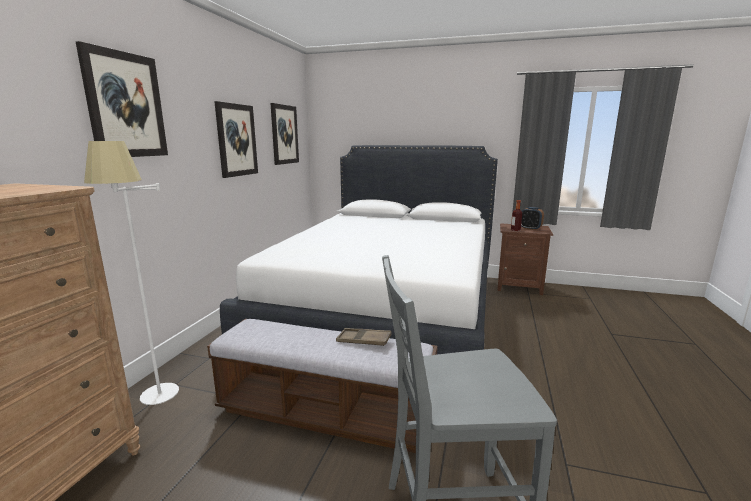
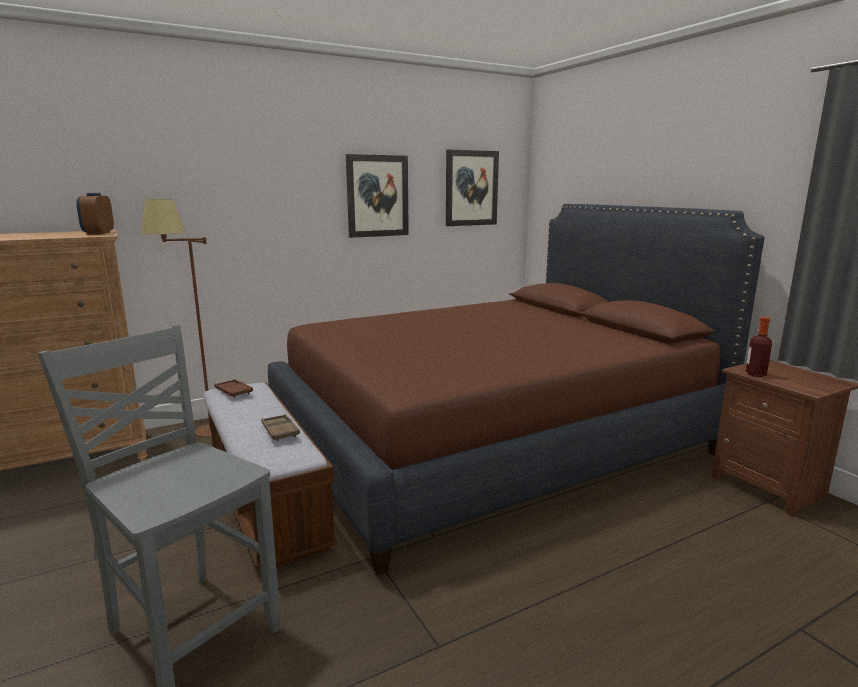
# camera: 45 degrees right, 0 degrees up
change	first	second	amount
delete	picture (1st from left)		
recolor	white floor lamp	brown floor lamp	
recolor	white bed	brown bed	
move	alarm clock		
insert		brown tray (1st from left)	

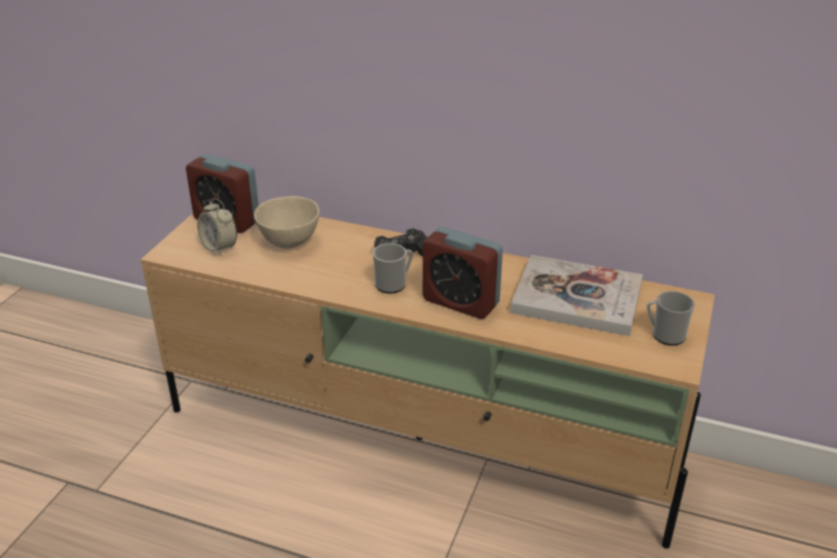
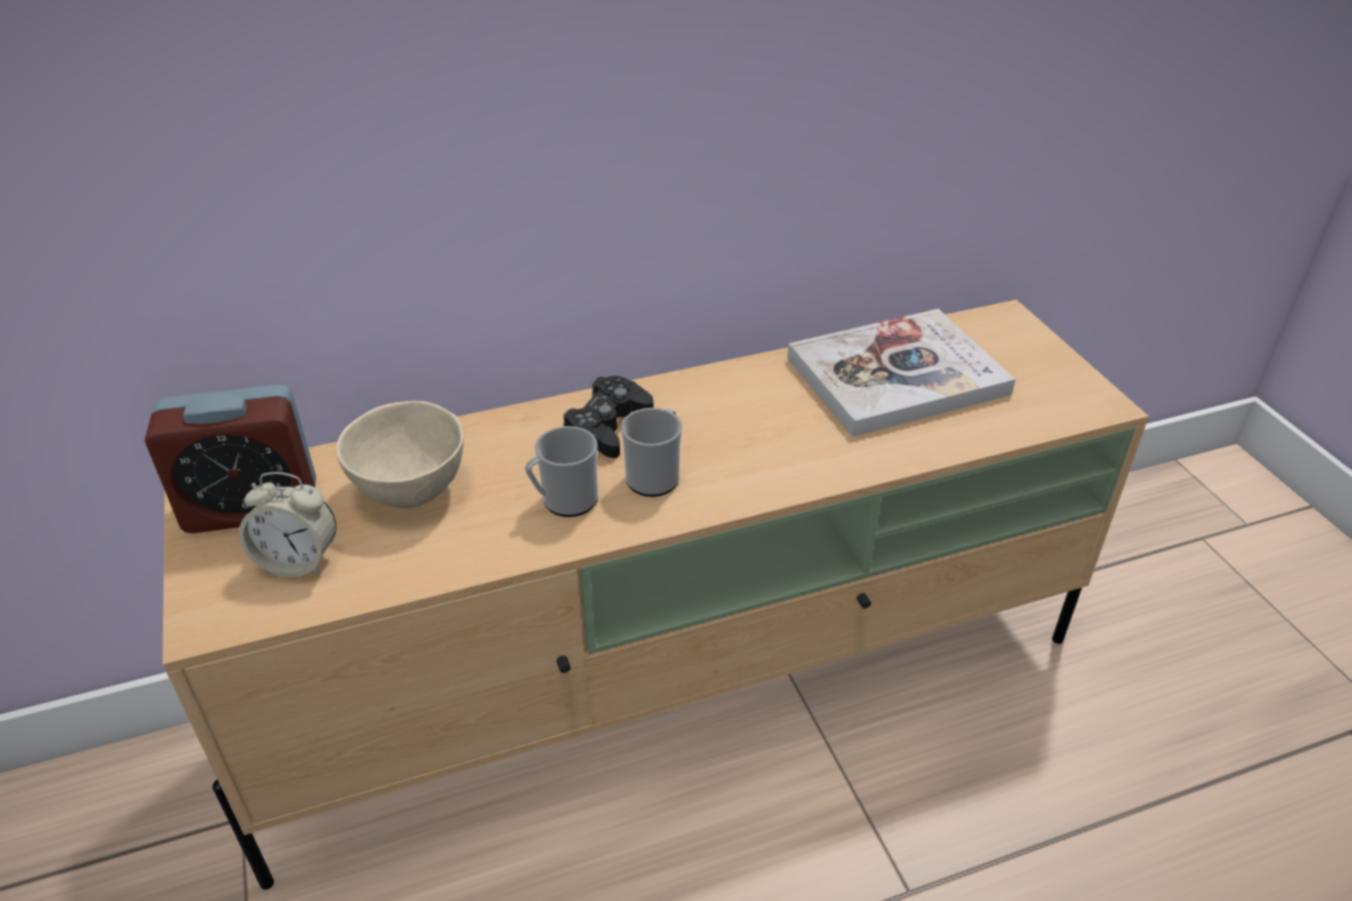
# camera: 40 degrees left, 5 degrees up
change	first	second	amount
delete	alarm clock (3rd from left)		
move	mug (2nd from left in the first image)	mug (1st from left)	

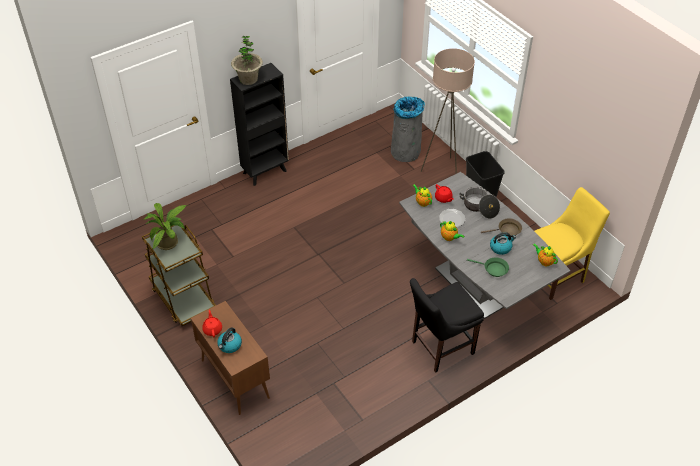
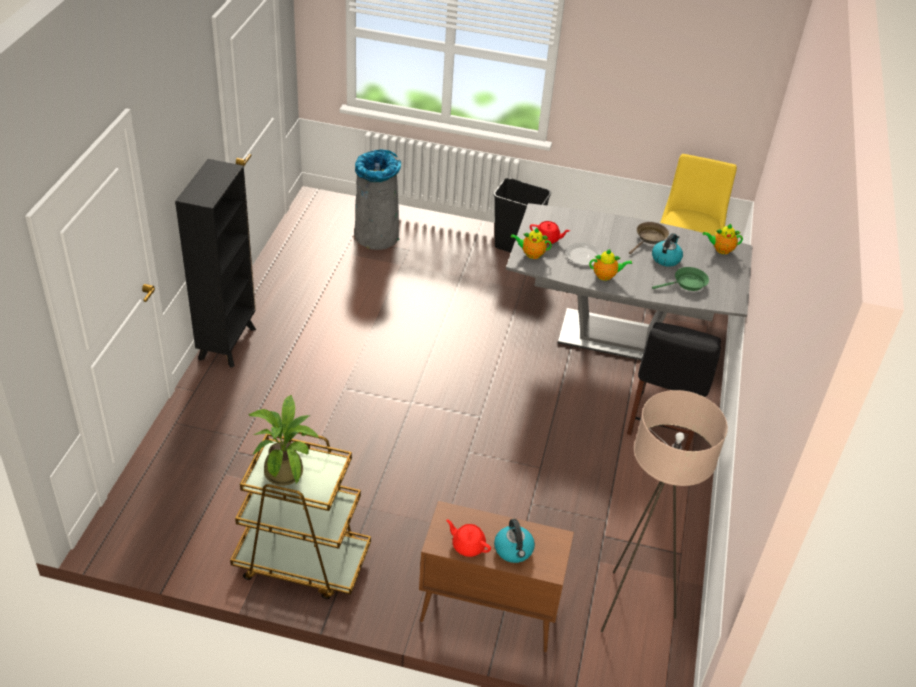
# camera: 45 degrees left, 5 degrees down
change	first	second	amount
delete	potted plant (2nd from left)		
move	beige floor lamp		
delete	cooking pot		

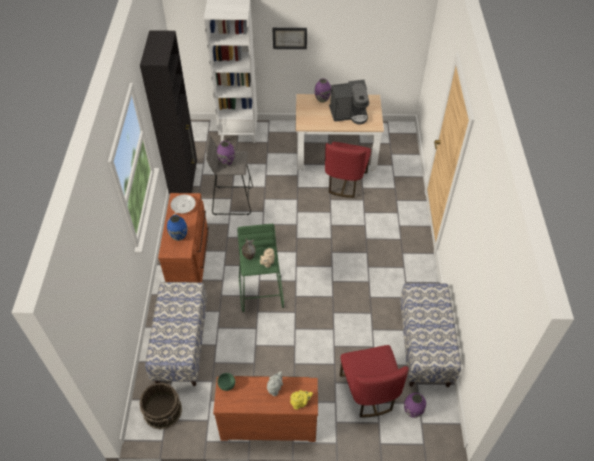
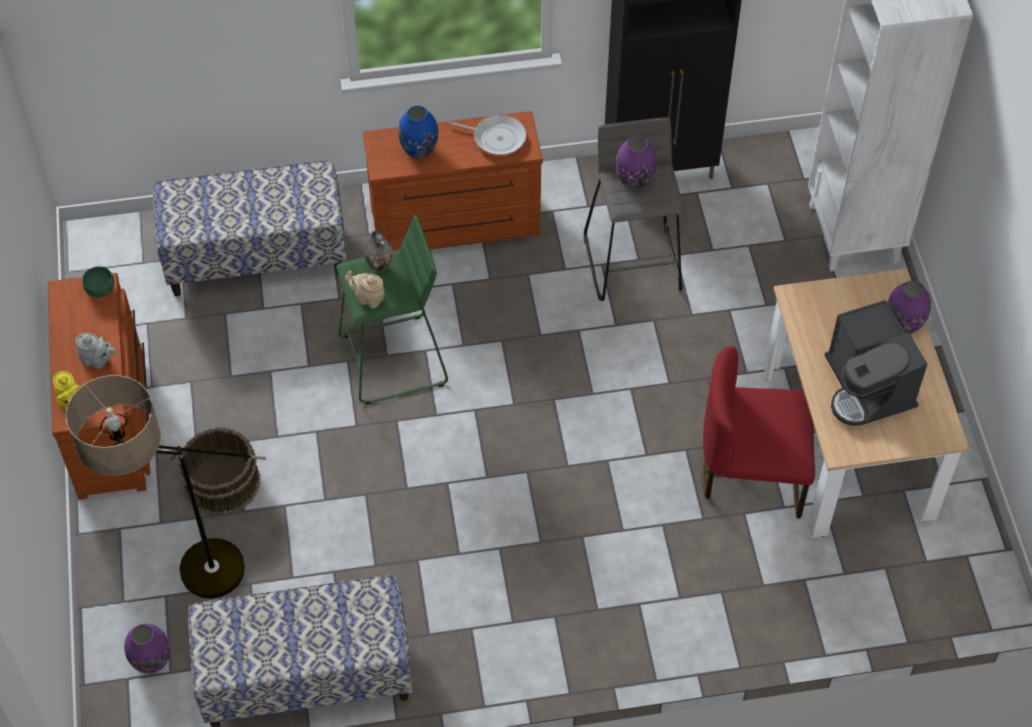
# camera: 80 degrees right, 5 degrees up
change	first	second	amount
delete	picture		
replace	red chair (2nd from left)	floor lamp	
move	brown bucket		

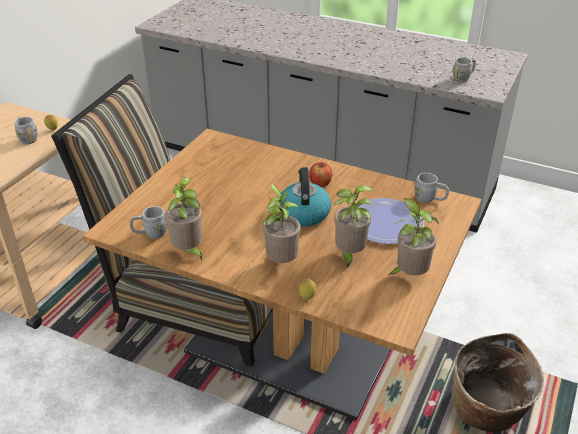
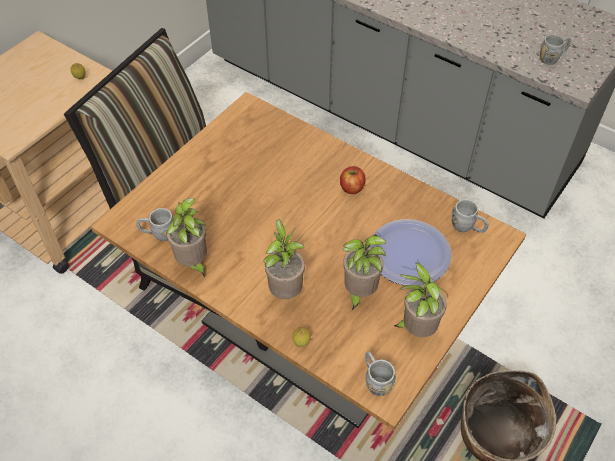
# camera: 10 degrees right, 15 degrees up
change	first	second	amount
move	grey mug (1st from left in the first image)	grey mug (2nd from left)	
delete	kettle		

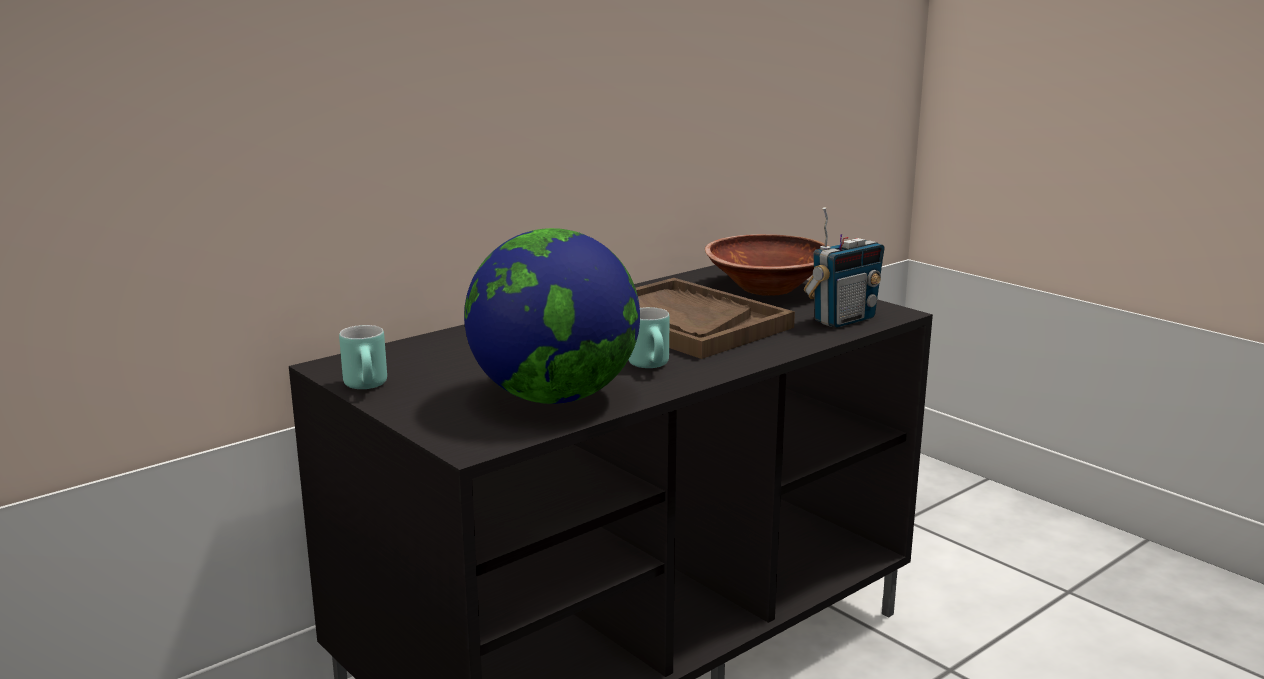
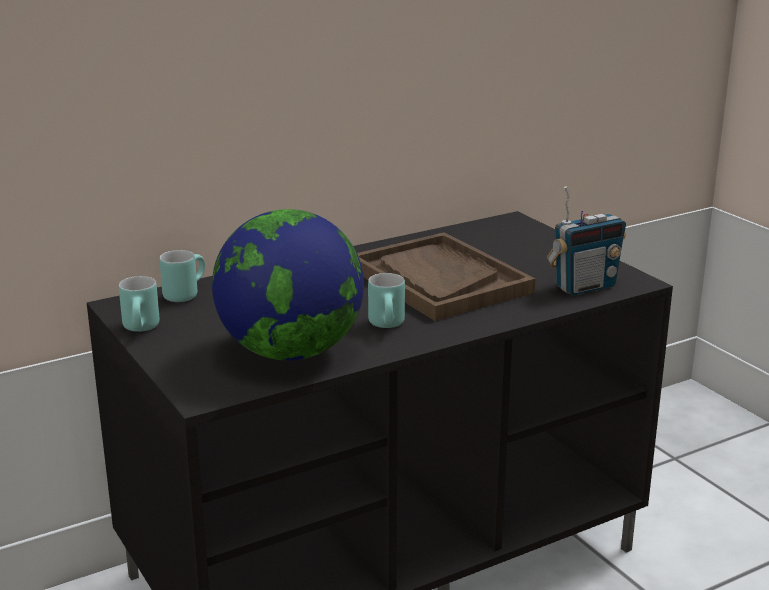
# camera: 10 degrees right, 5 degrees up
change	first	second	amount
delete	brown bowl		
insert		turquoise mug (2nd from left)	

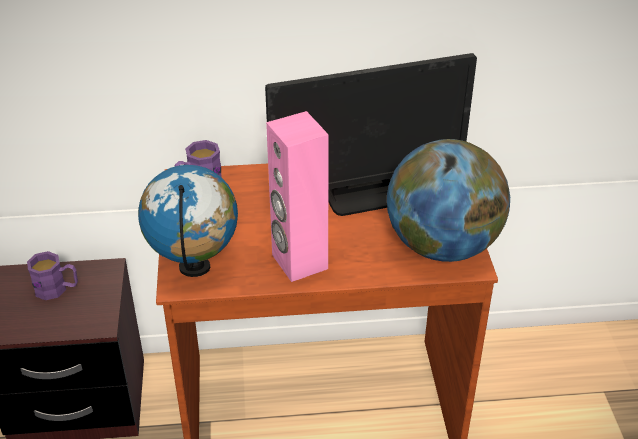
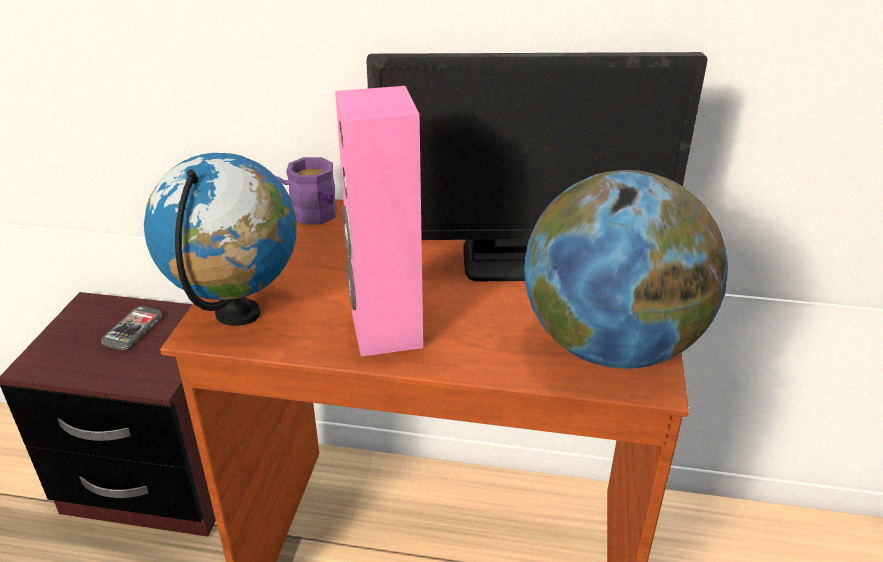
# camera: 15 degrees right, 5 degrees down
change	first	second	amount
replace	purple mug (1st from left)	phone	

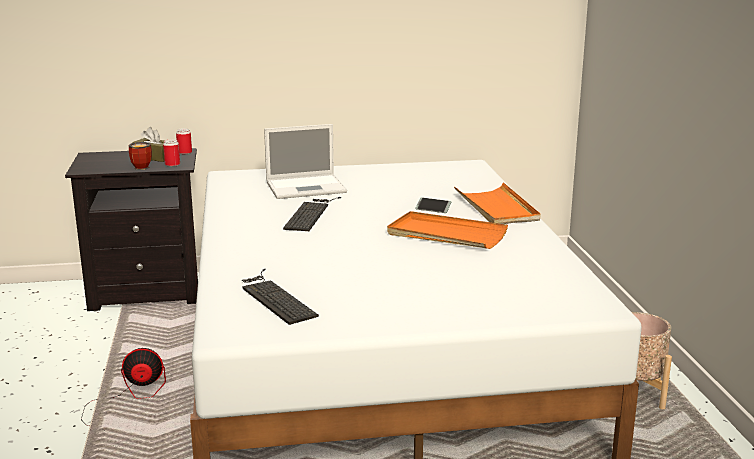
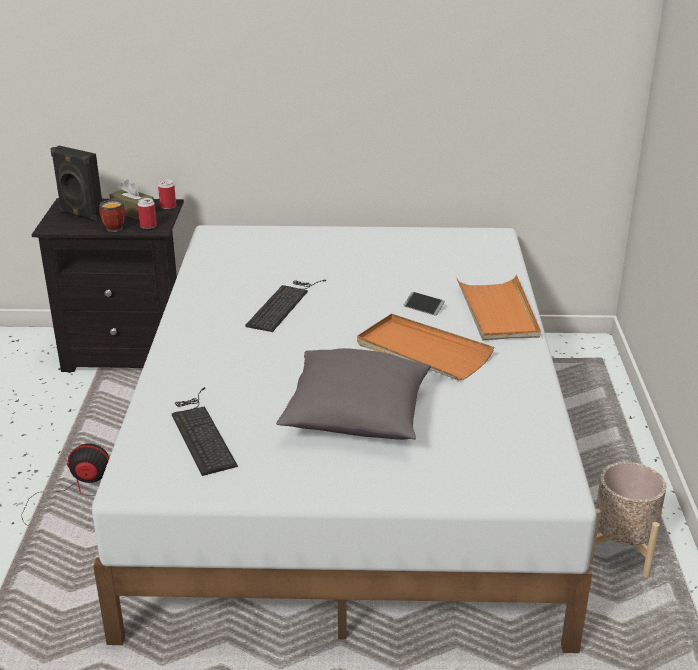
# camera: 10 degrees right, 10 degrees up
change	first	second	amount
delete	laptop		
insert		black speaker	
insert		grey pillow	

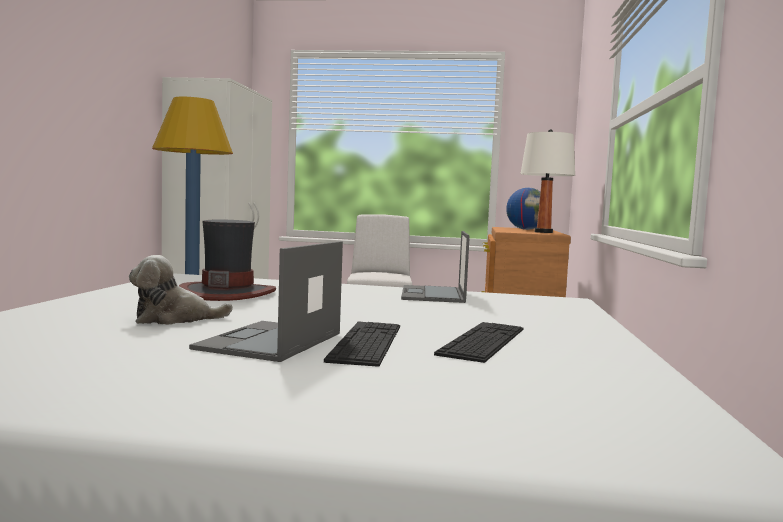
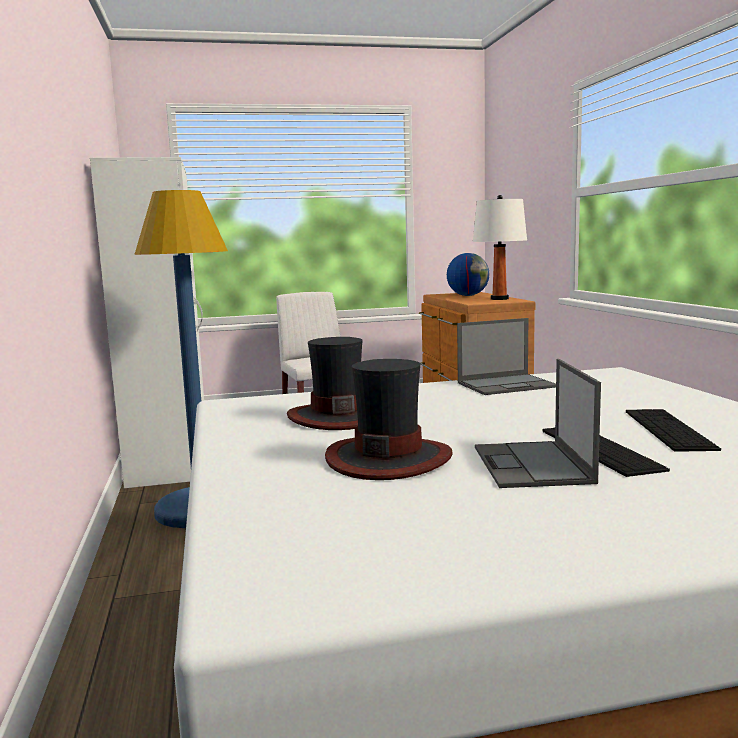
# camera: 20 degrees left, 5 degrees up
change	first	second	amount
rotate	laptop (2nd from left in the first image)	laptop (1st from left)	90 degrees counterclockwise
replace	plush toy	hat (2nd from left)	

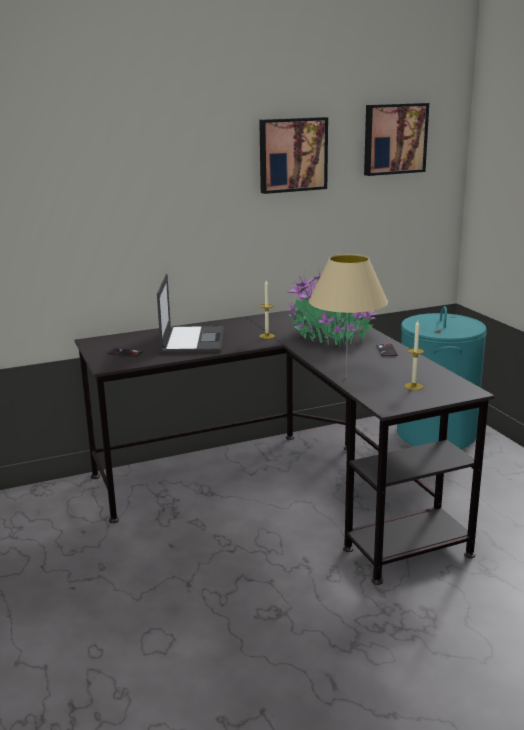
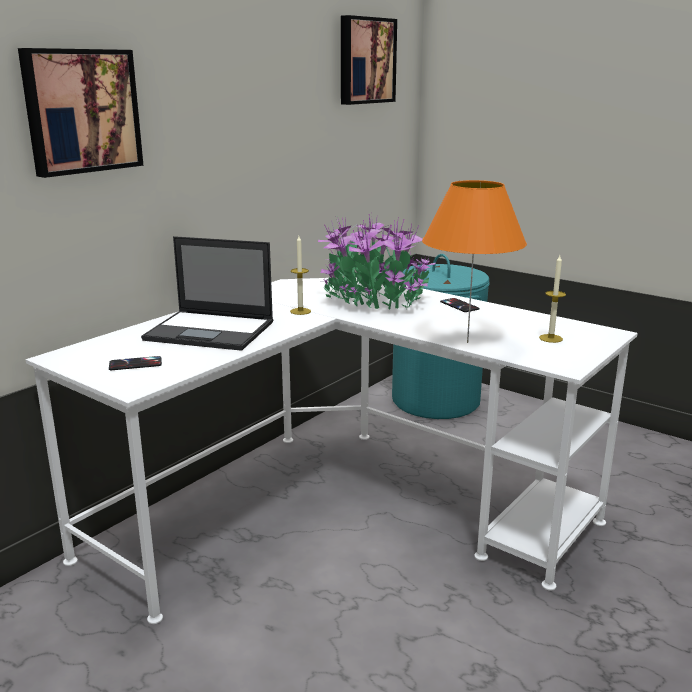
# camera: 30 degrees left, 0 degrees up
change	first	second	amount
move	picture (1st from left)		
recolor	beige table lamp	orange table lamp	
rotate	laptop		135 degrees clockwise
recolor	black desk	white desk	

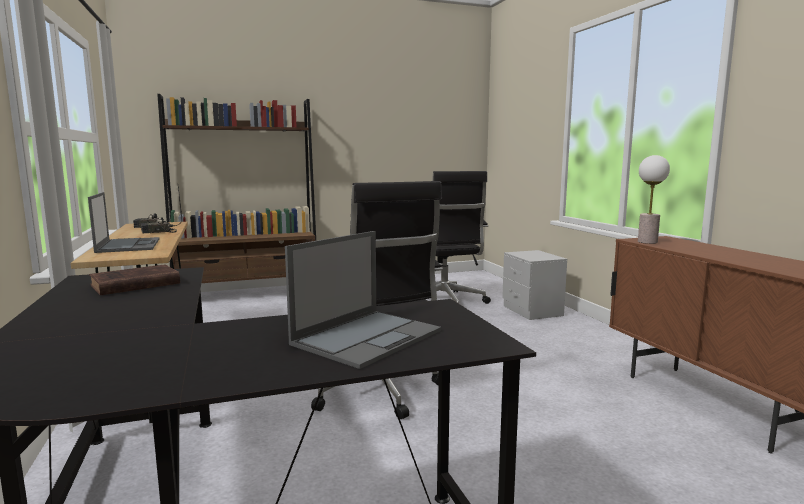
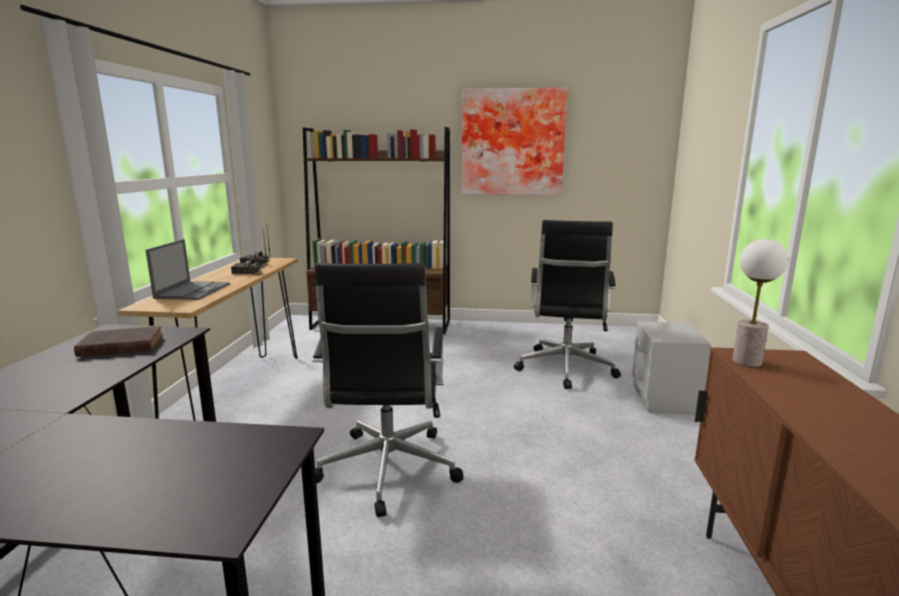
# camera: 25 degrees right, 5 degrees up
change	first	second	amount
delete	laptop (2nd from left)		
insert		picture	

